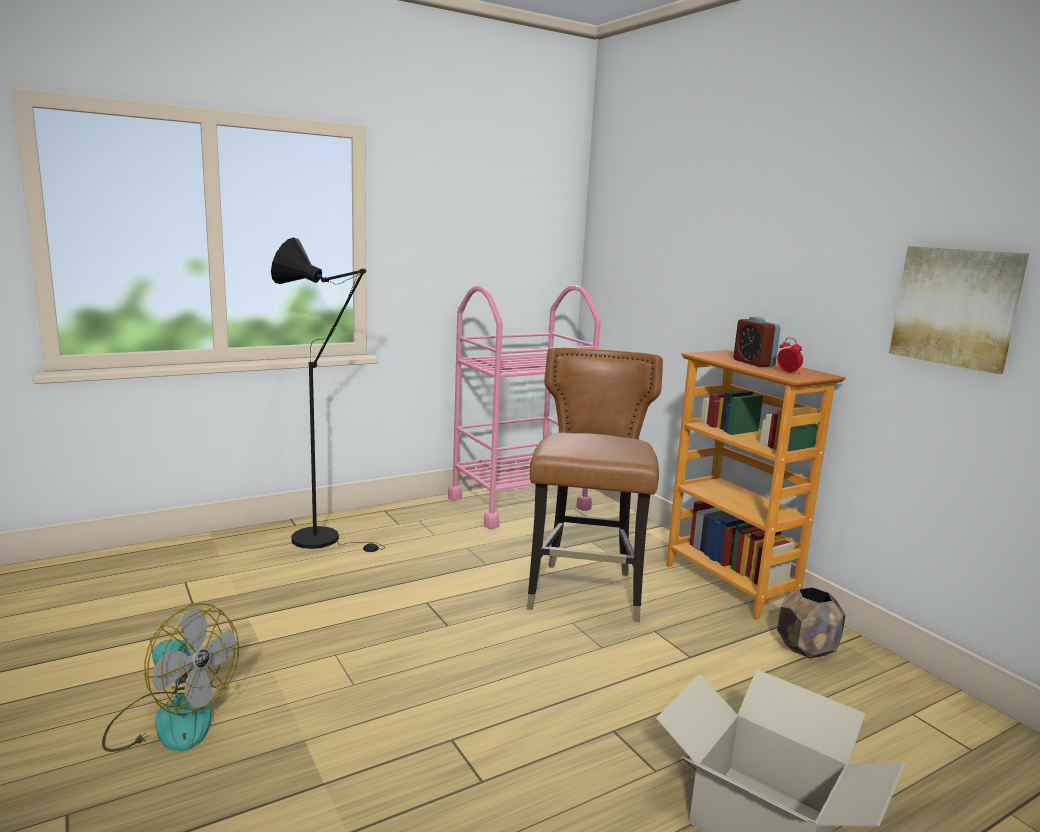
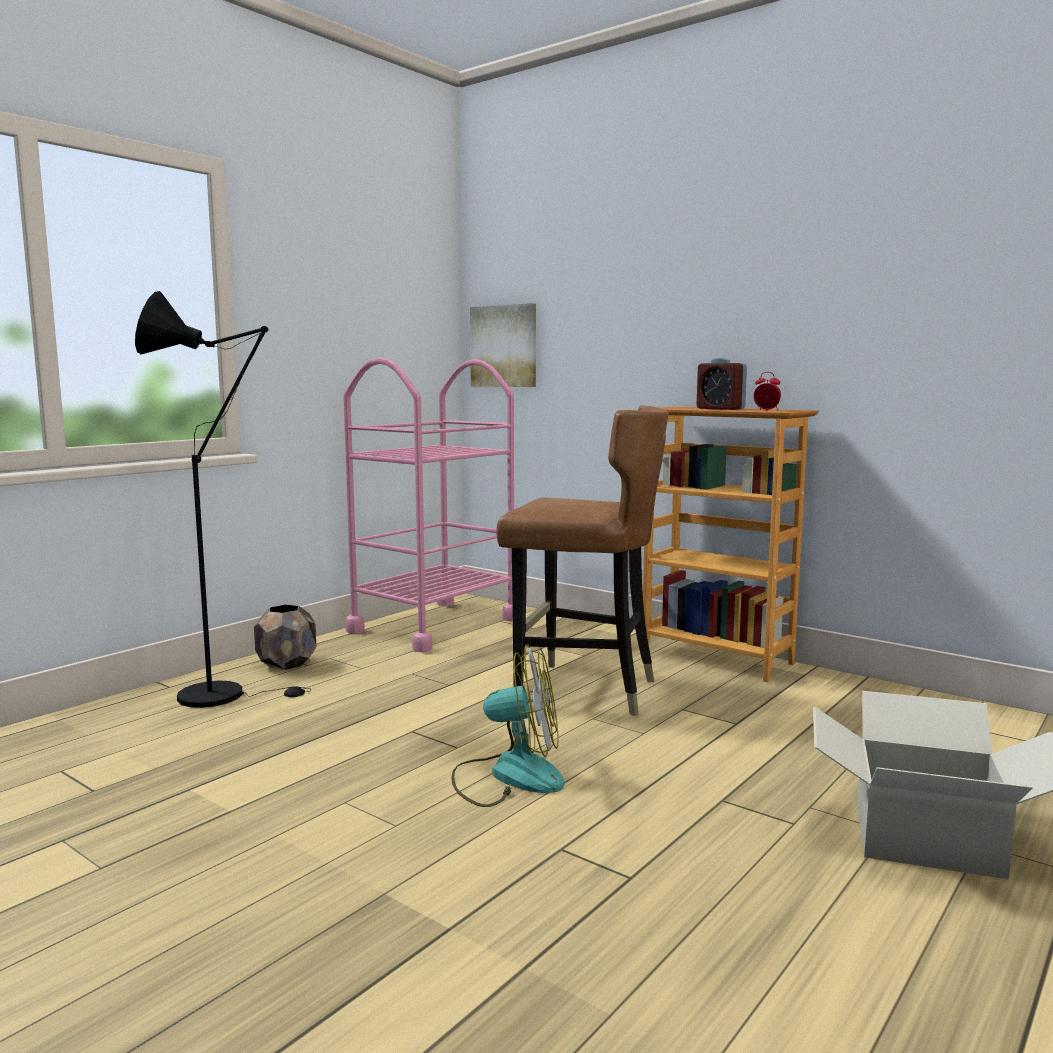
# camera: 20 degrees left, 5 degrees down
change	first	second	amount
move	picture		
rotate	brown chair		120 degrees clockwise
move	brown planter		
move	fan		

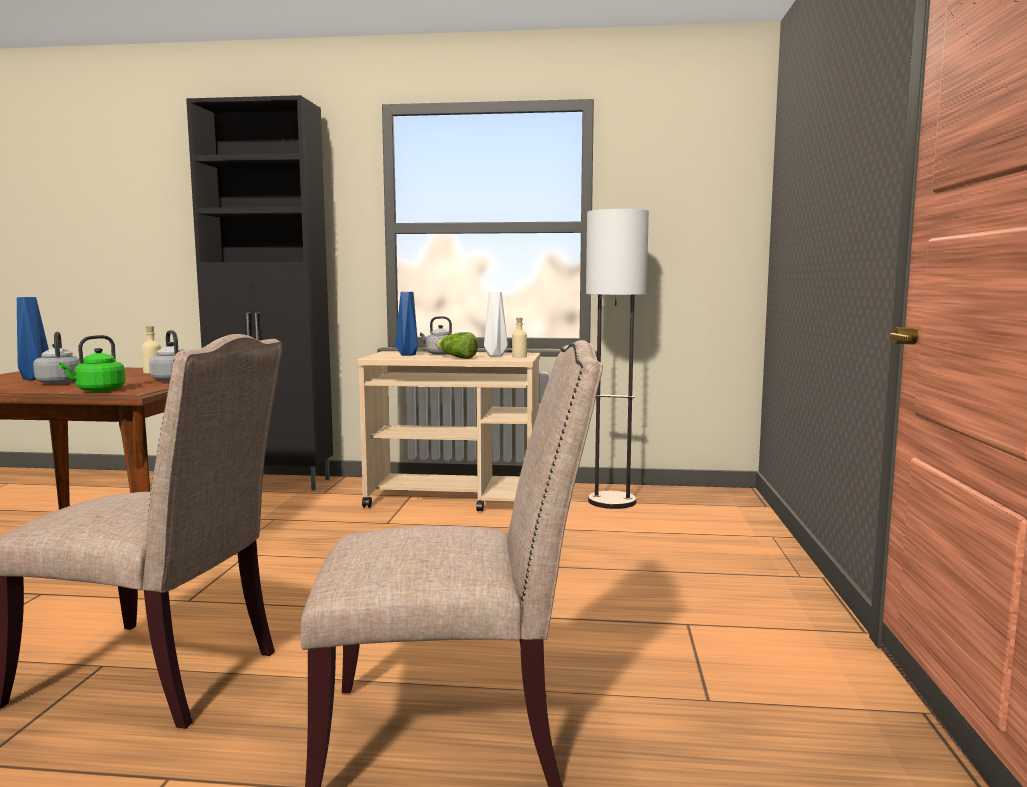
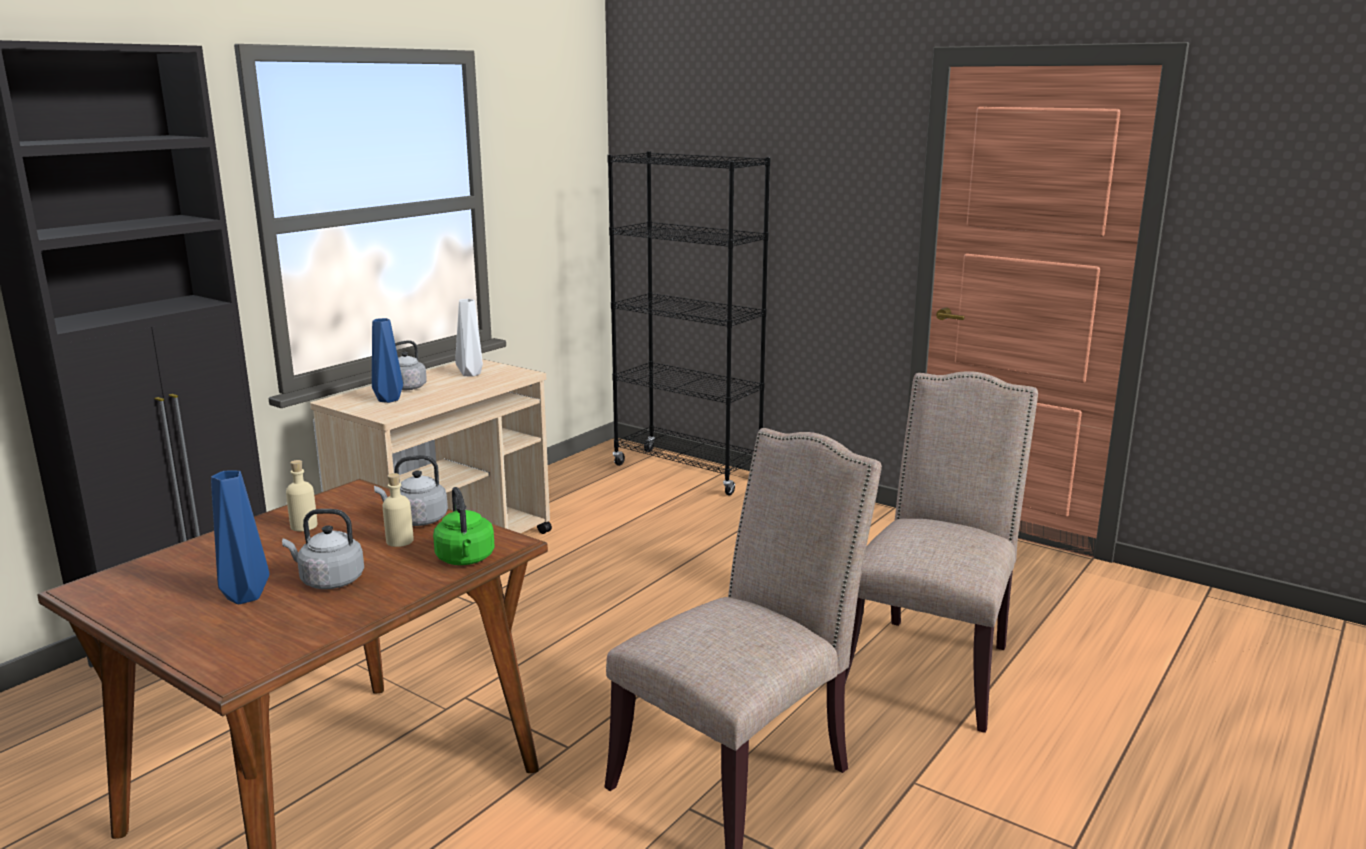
# camera: 60 degrees left, 10 degrees up
change	first	second	amount
delete	floor lamp		
move	beige bottle (2nd from left)		
delete	lettuce		
insert		black bookcase	

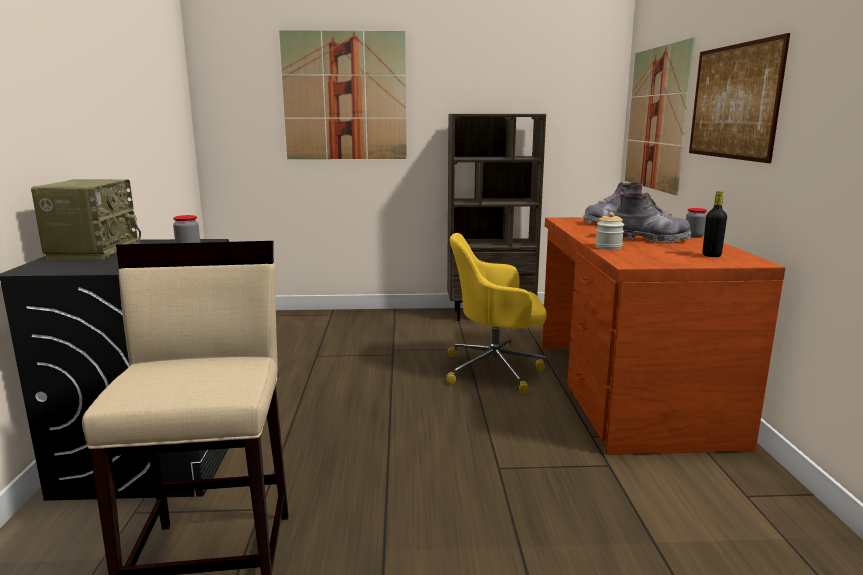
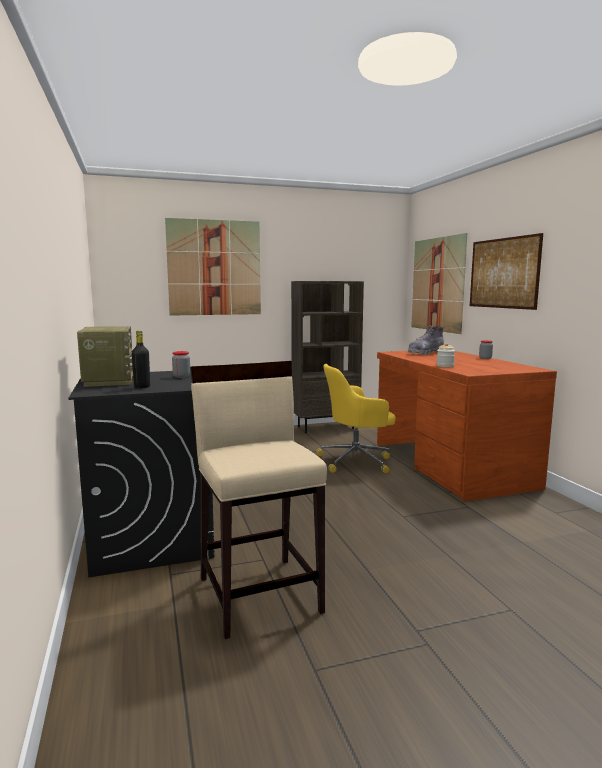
# camera: 15 degrees left, 5 degrees down
change	first	second	amount
move	black bottle		
delete	grey boot (2nd from left)		

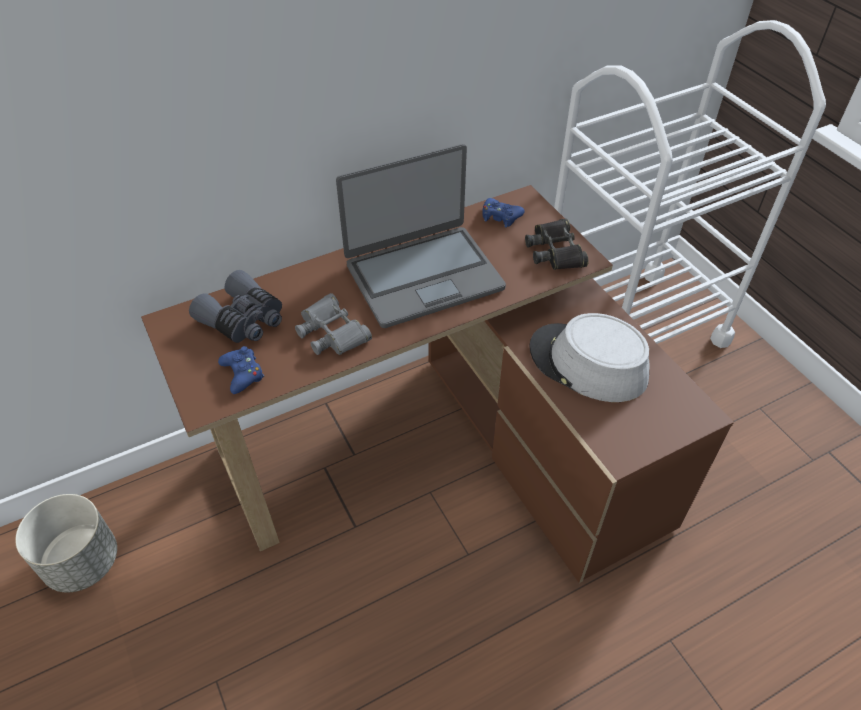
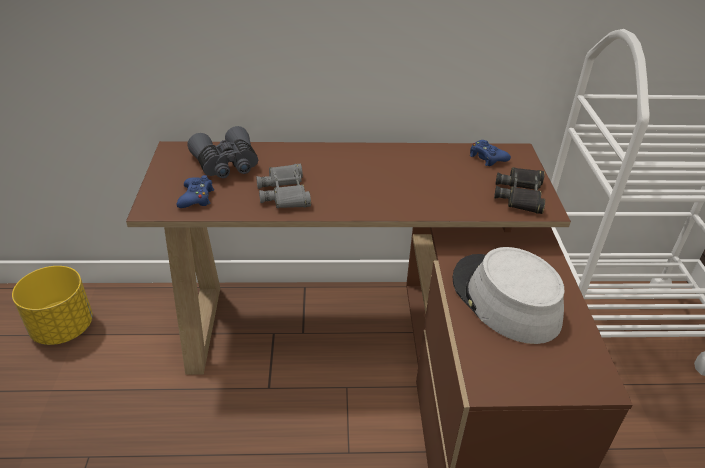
# camera: 25 degrees right, 10 degrees down
change	first	second	amount
delete	laptop		
recolor	grey planter	yellow planter	

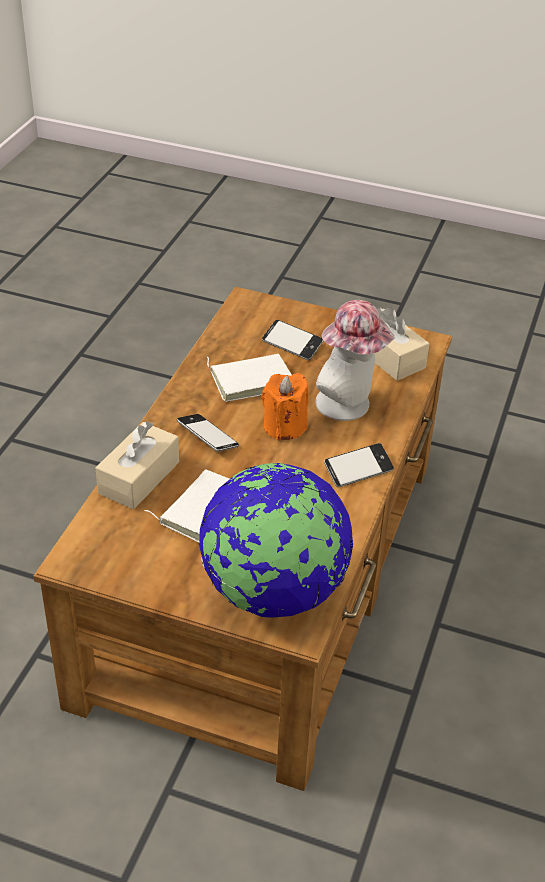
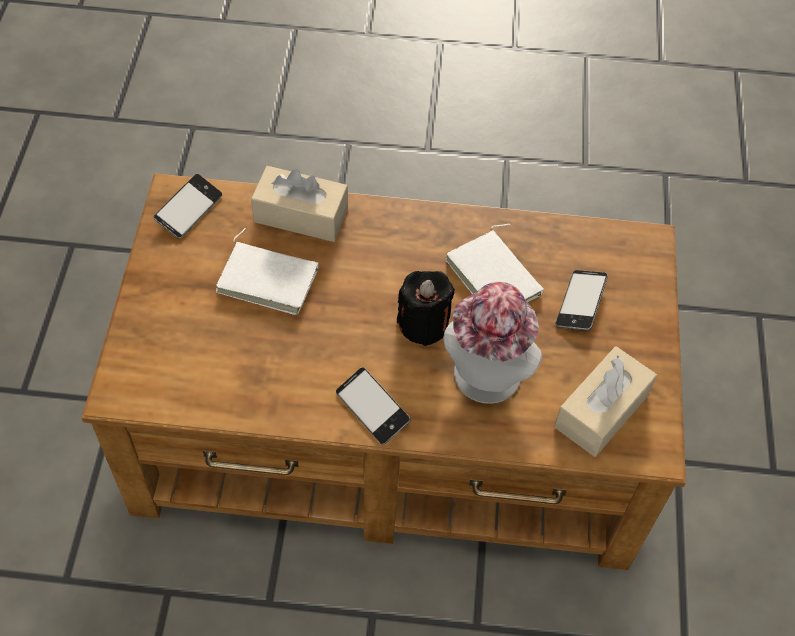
# camera: 75 degrees right, 15 degrees up
change	first	second	amount
recolor	orange candle	black candle	
move	phone (1st from left)		
delete	globe		

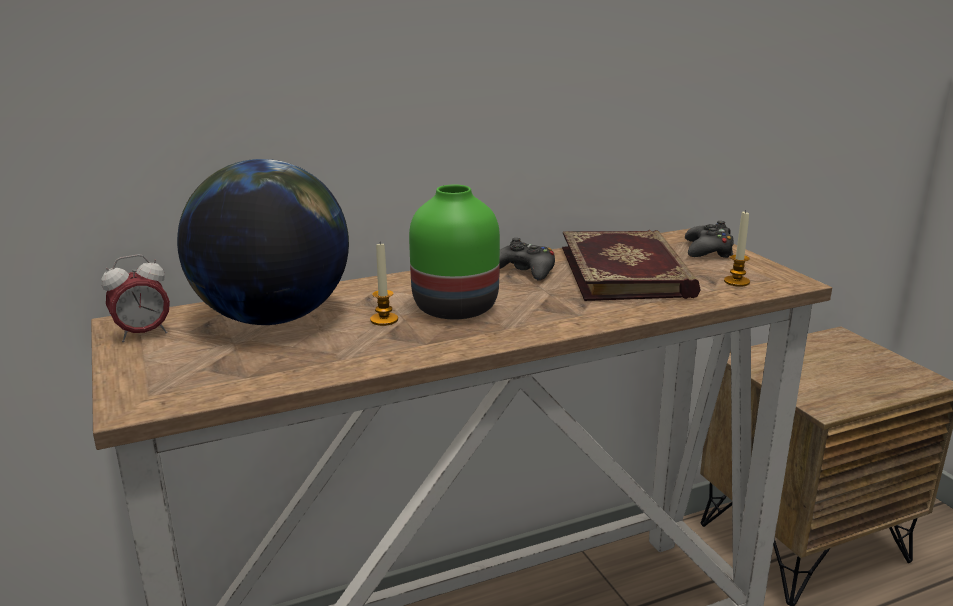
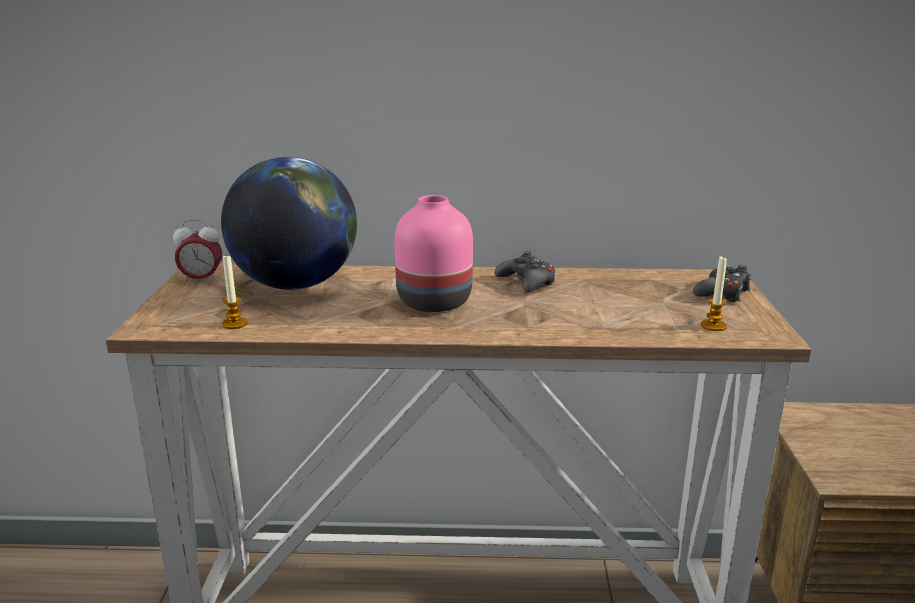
# camera: 25 degrees right, 0 degrees up
change	first	second	amount
recolor	green vase	pink vase	
delete	book		
move	candle (1st from left)		

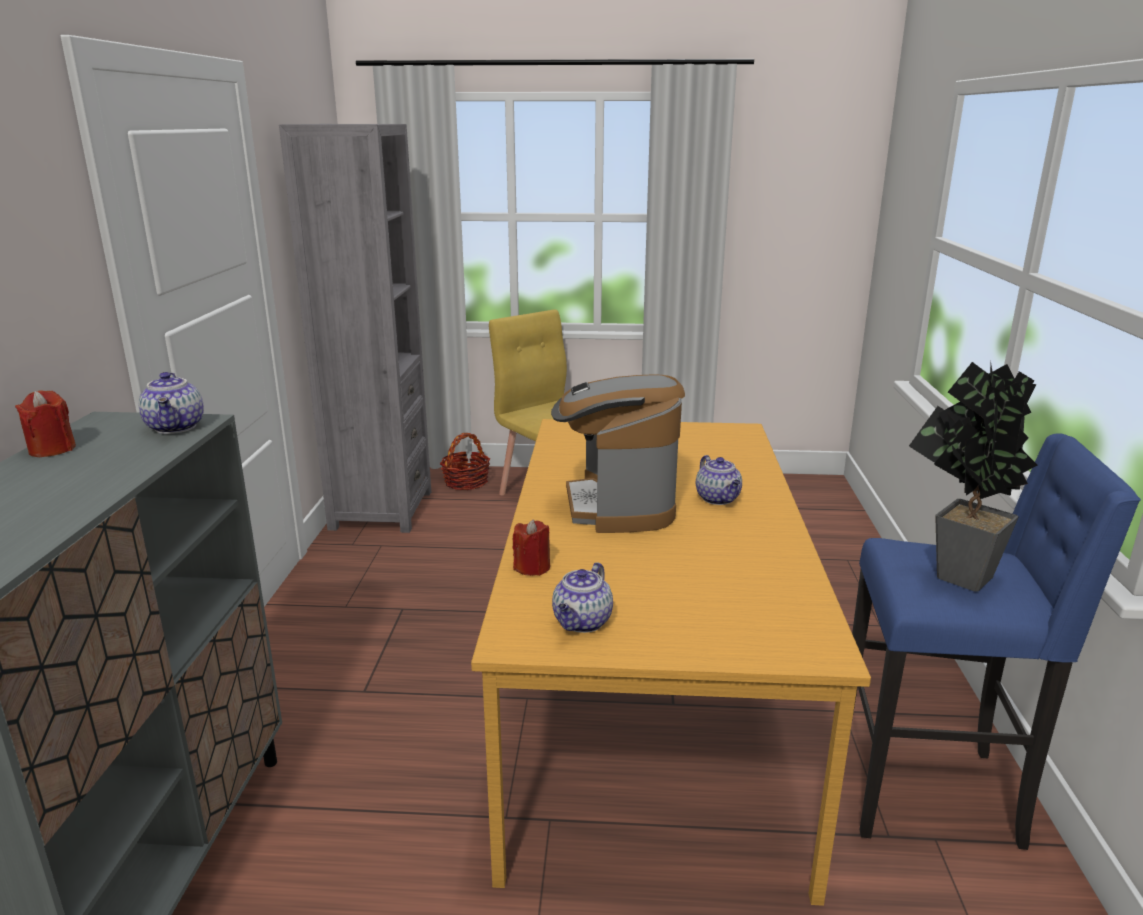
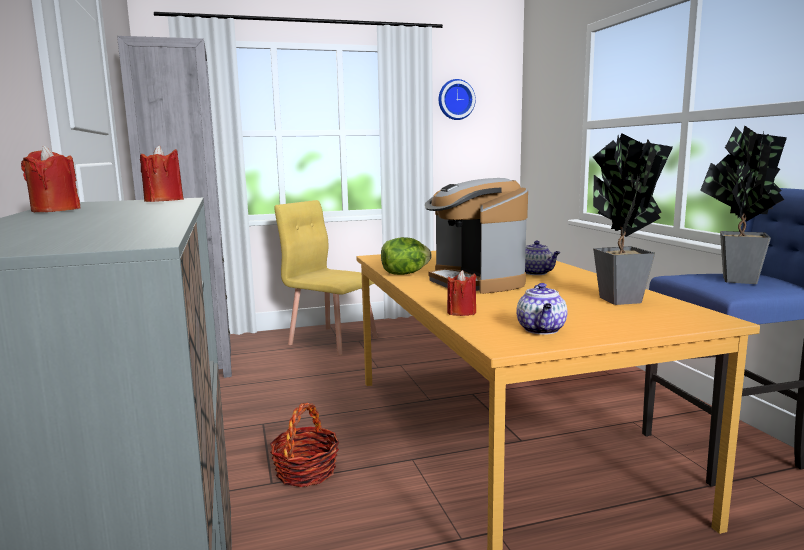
# camera: 20 degrees left, 10 degrees down
change	first	second	amount
replace	teapot (1st from left)	red candle (2nd from left)	
move	basket		
insert		wall clock	
insert		potted plant (1st from left)	
insert		lettuce	

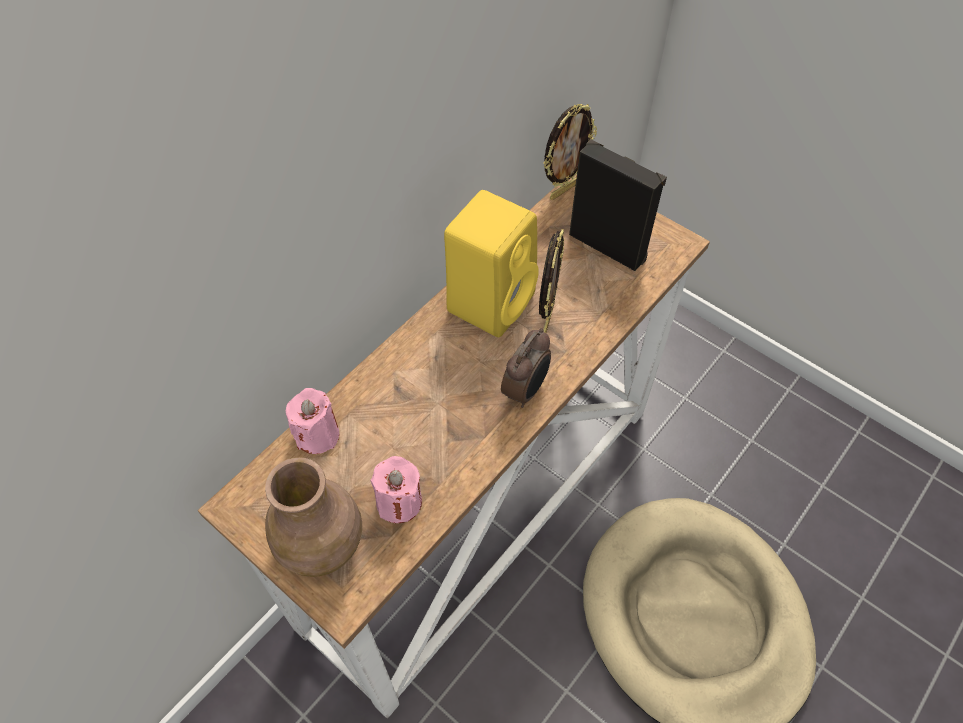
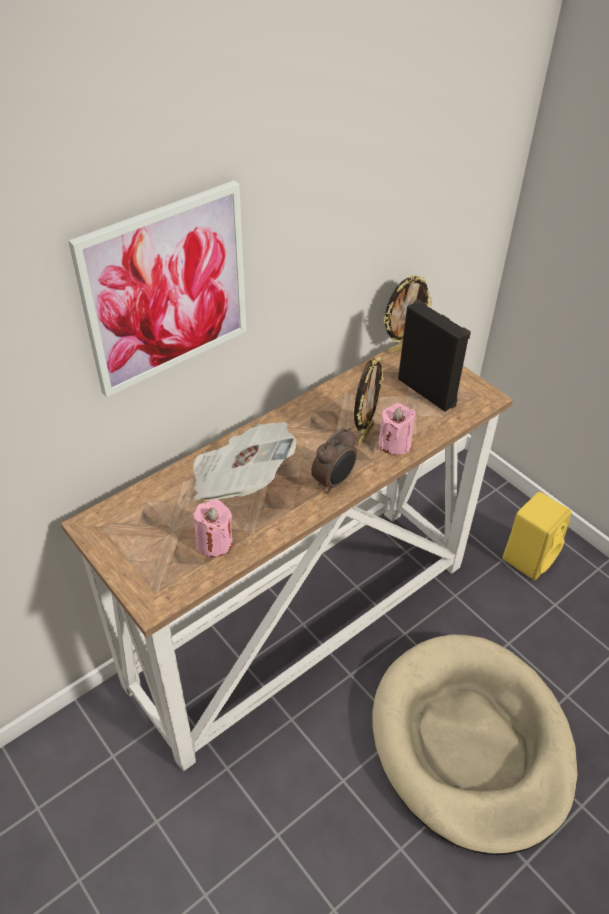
# camera: 10 degrees right, 10 degrees down
change	first	second	amount
move	yellow speaker		
move	pink candle (1st from left in the first image)	pink candle (2nd from left)	
delete	brown vase		
insert		picture	
insert		newspaper	

